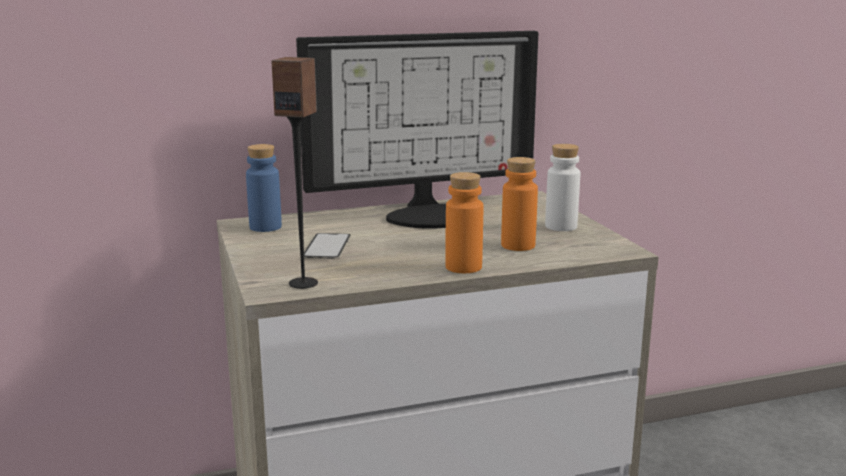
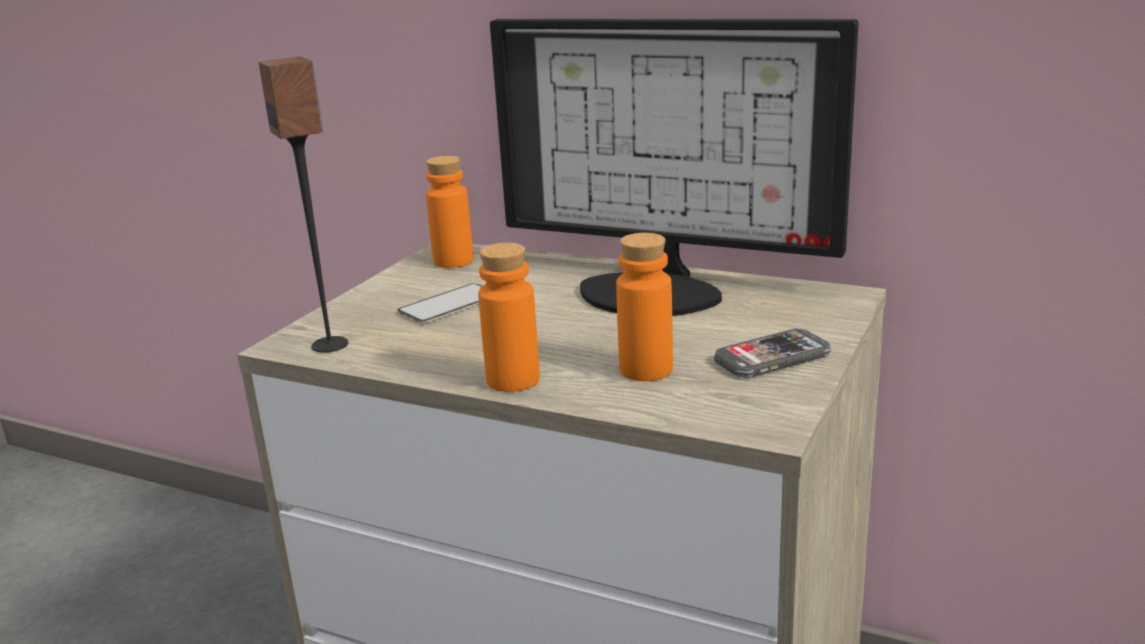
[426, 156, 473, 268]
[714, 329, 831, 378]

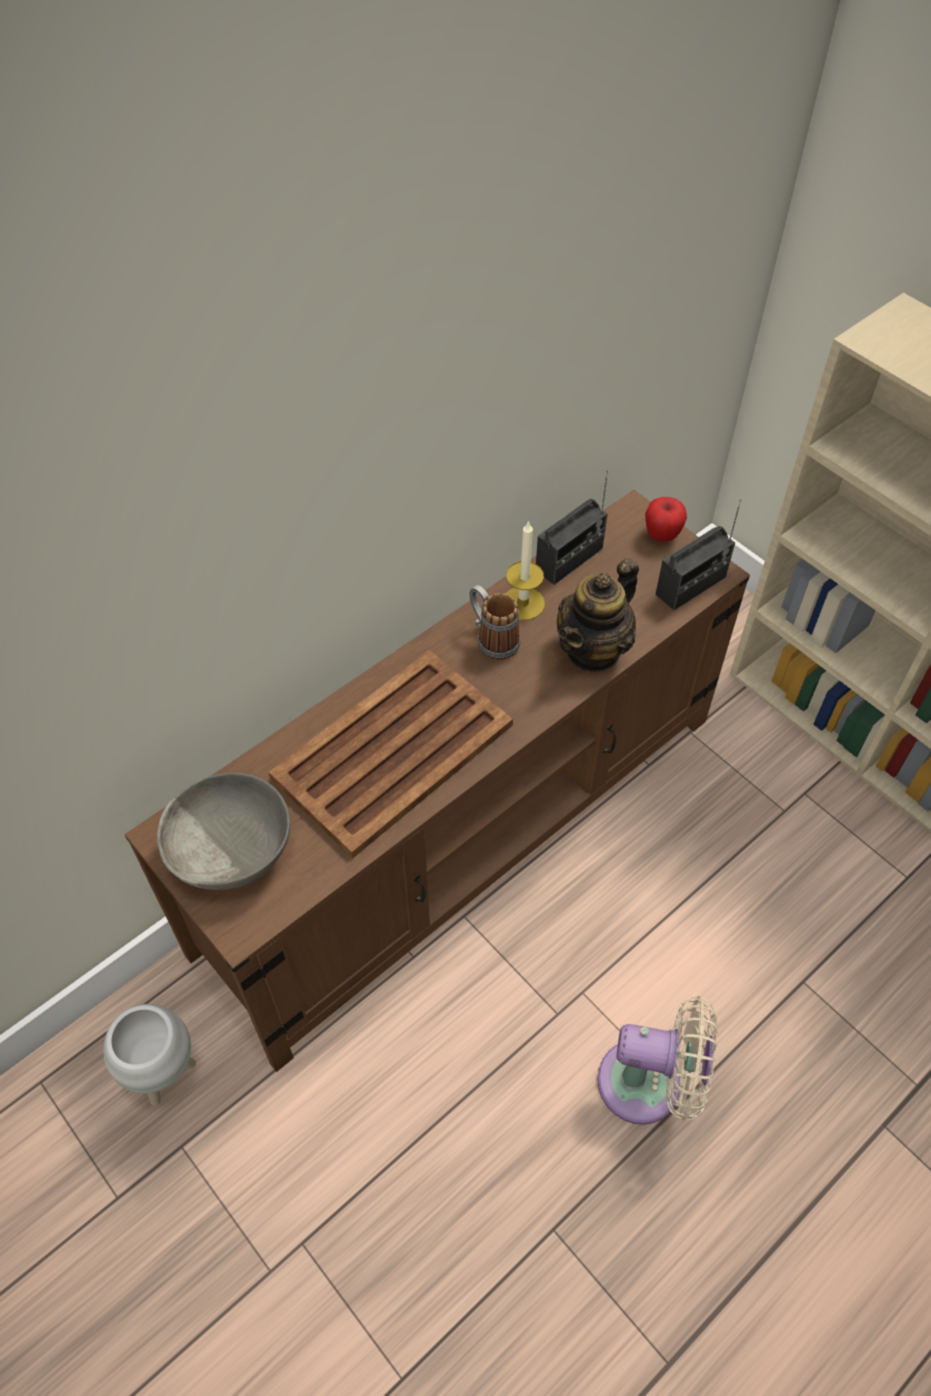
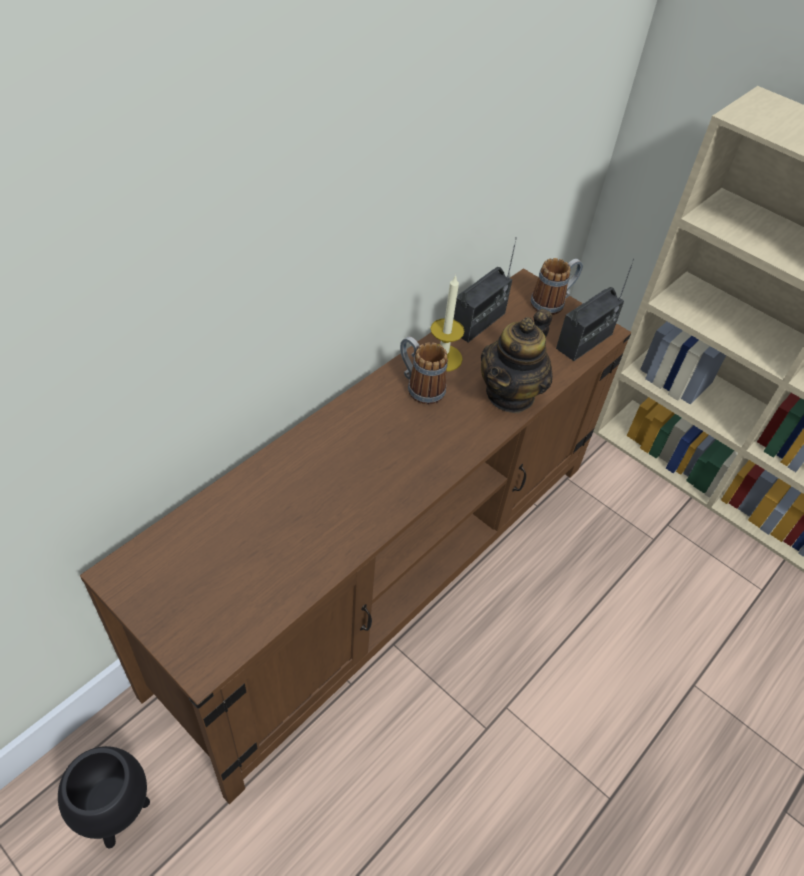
[530, 258, 583, 315]
[269, 650, 513, 858] (first image)
[157, 773, 291, 890] (first image)
[597, 996, 717, 1125] (first image)
[58, 746, 150, 848]

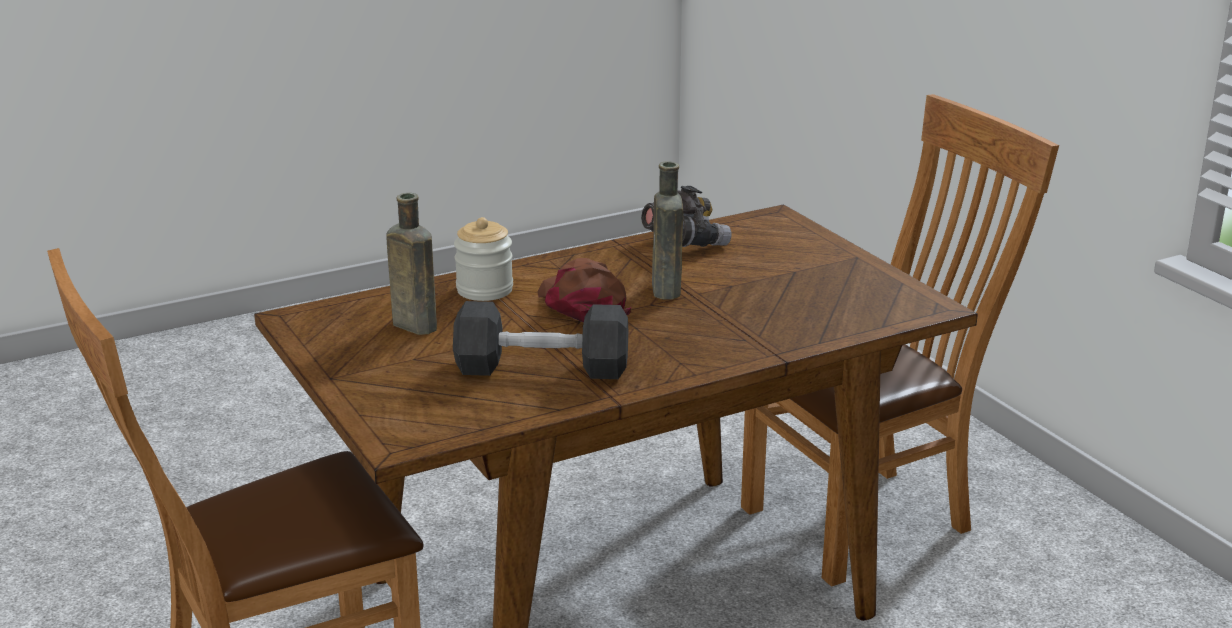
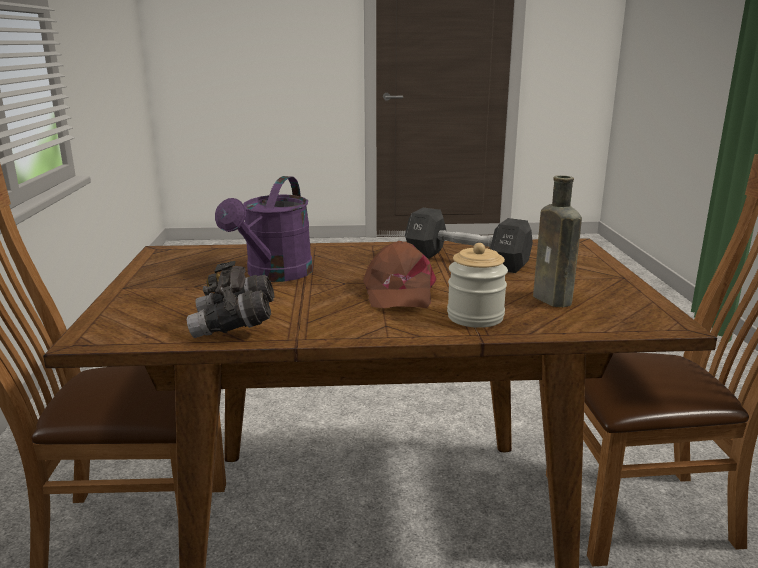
[652, 161, 683, 300] (first image)
[215, 176, 313, 282]

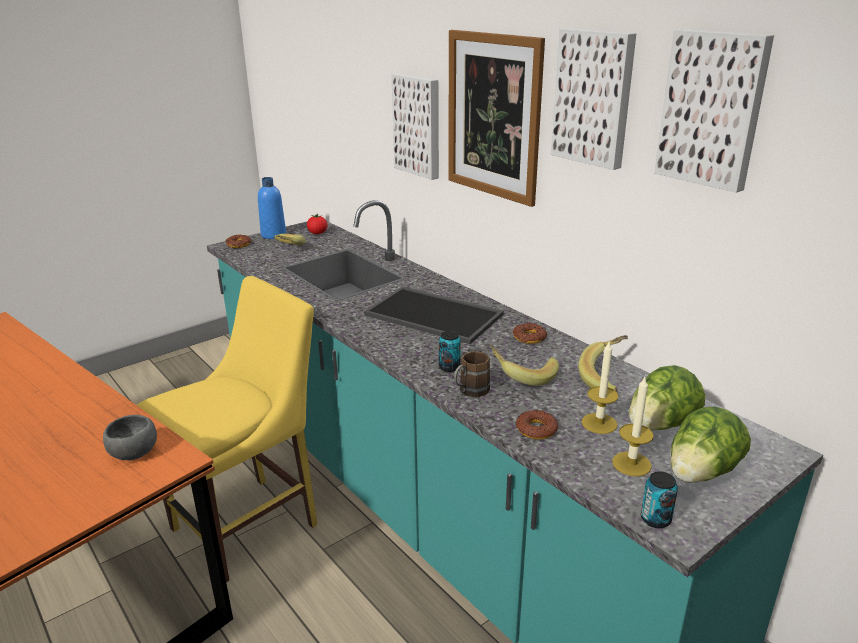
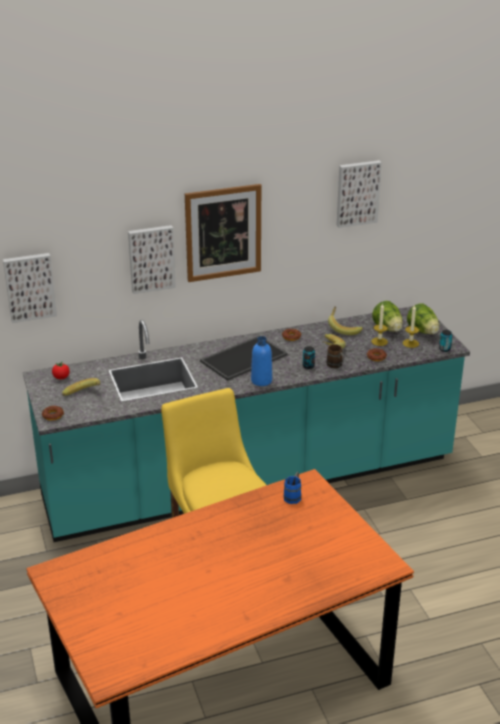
[3, 253, 57, 323]
[251, 336, 272, 386]
[284, 472, 301, 504]

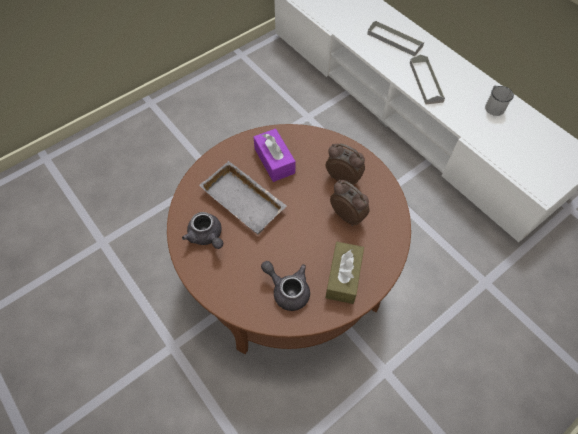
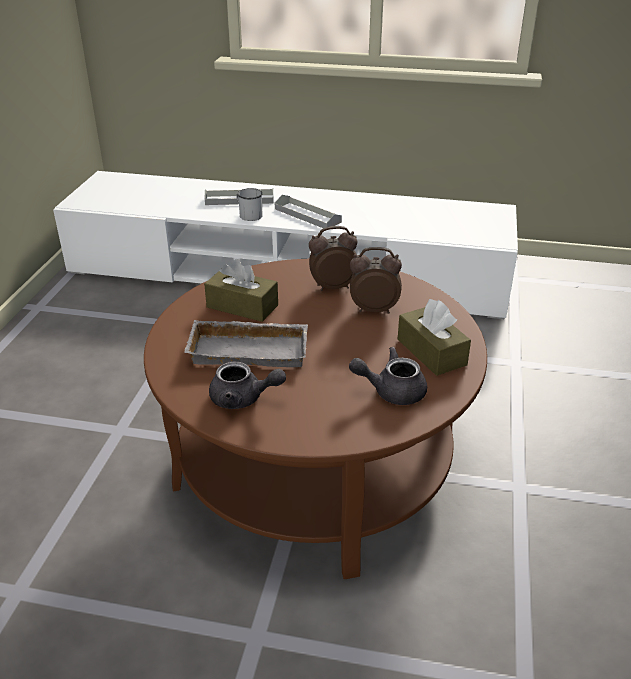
[236, 188, 263, 221]
[204, 259, 278, 322]

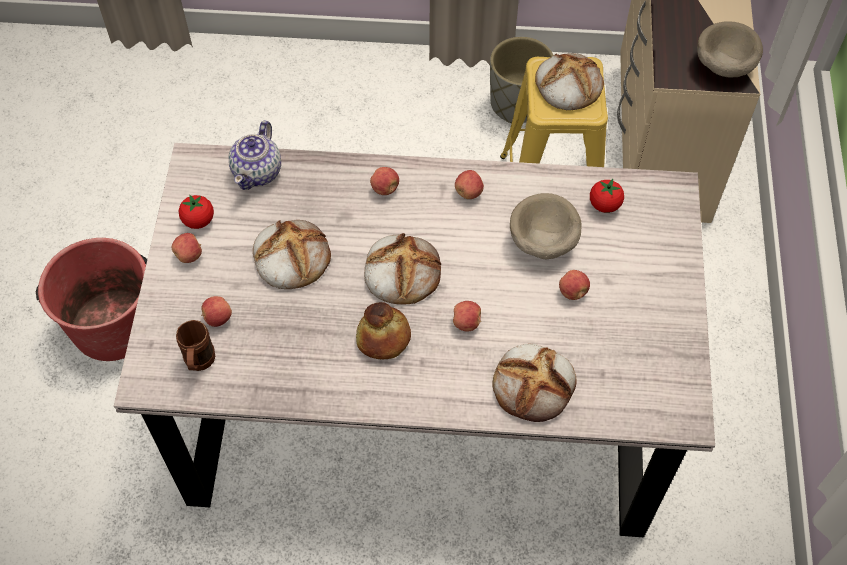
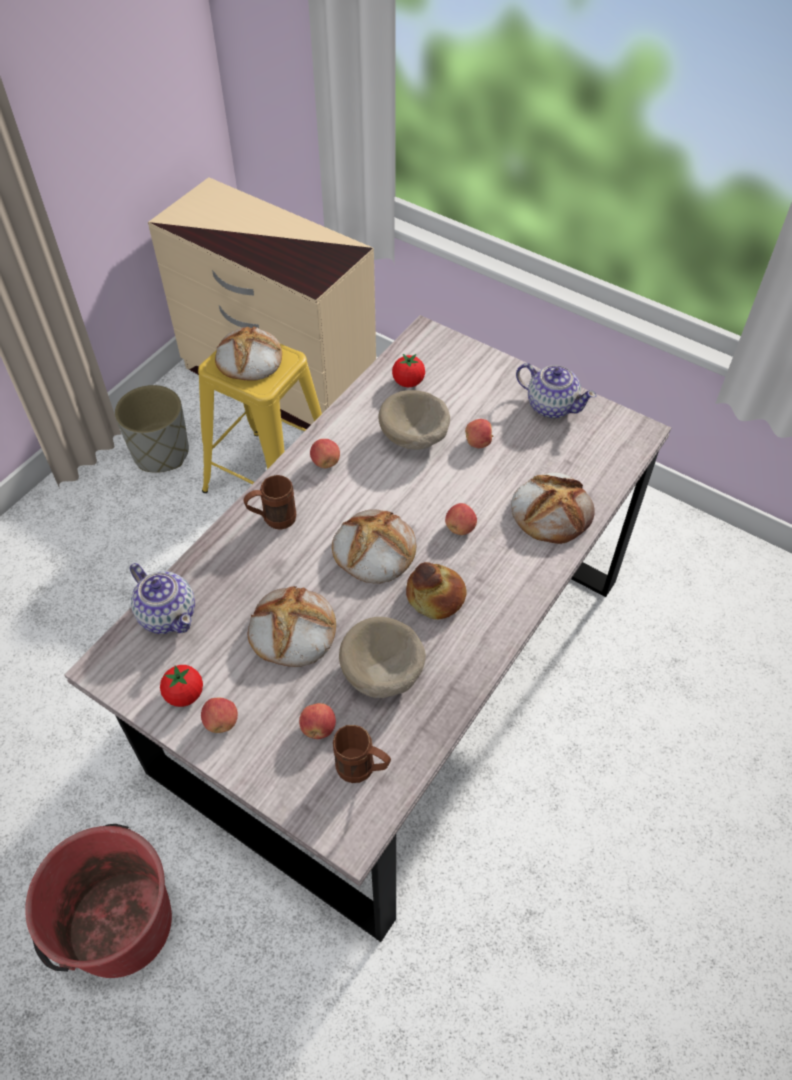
[339, 617, 426, 698]
[243, 475, 296, 530]
[516, 363, 597, 418]

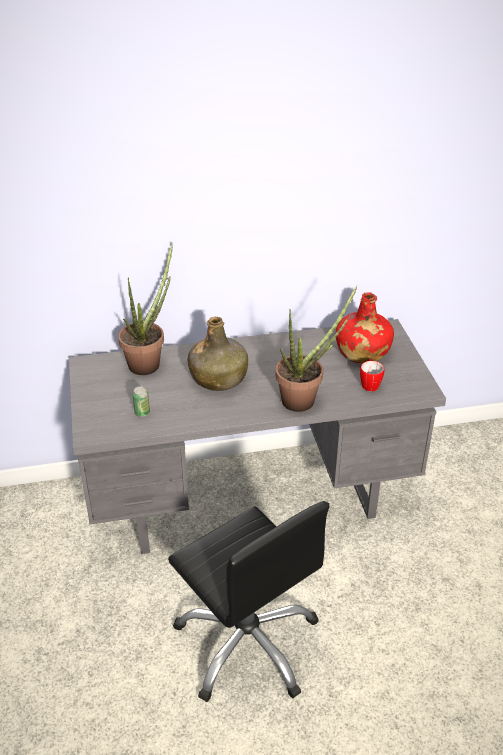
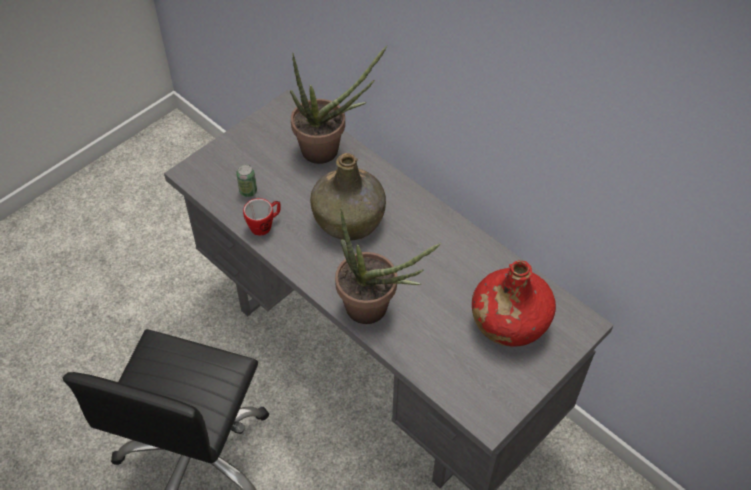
[243, 198, 281, 236]

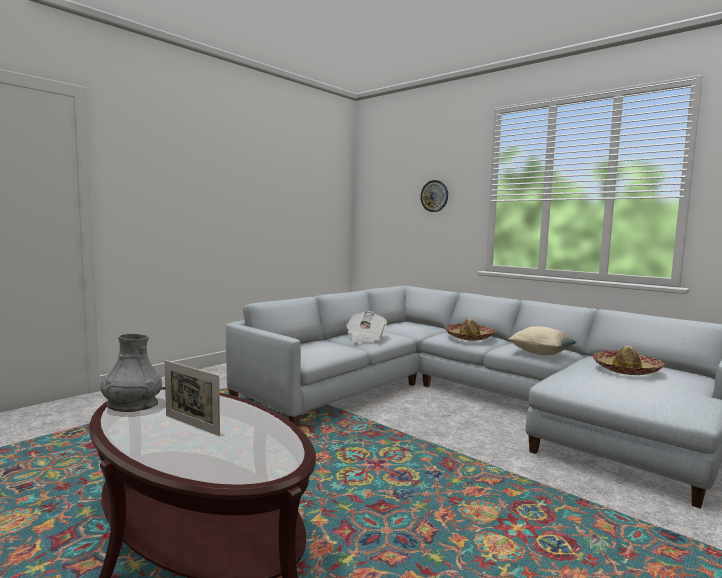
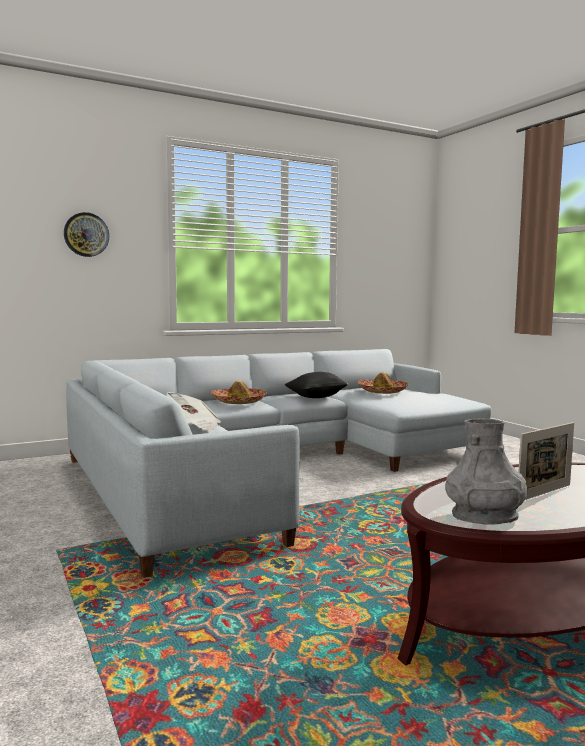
[285, 372, 348, 398]

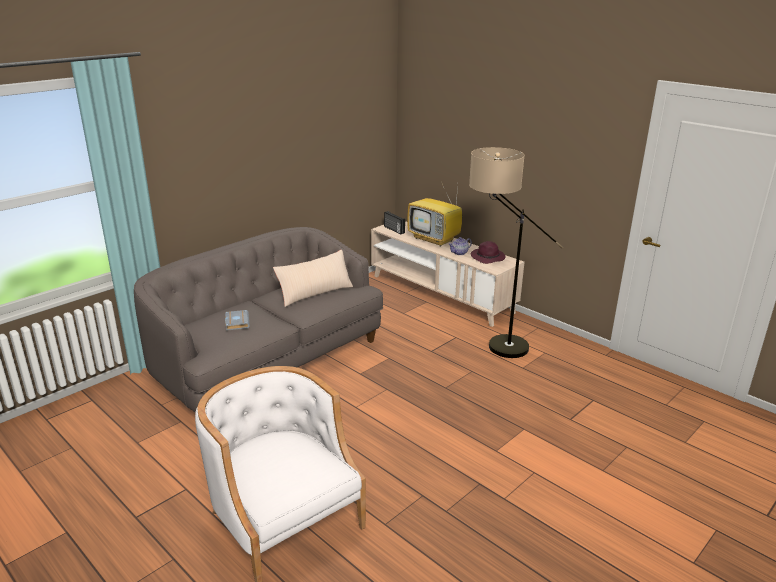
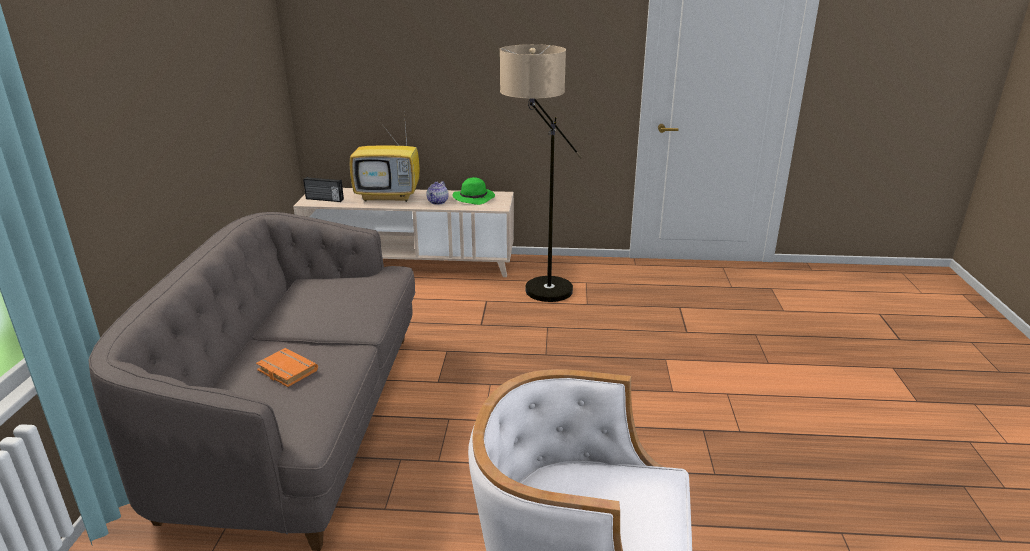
[452, 177, 495, 205]
[273, 250, 353, 307] (first image)
[256, 348, 318, 387]

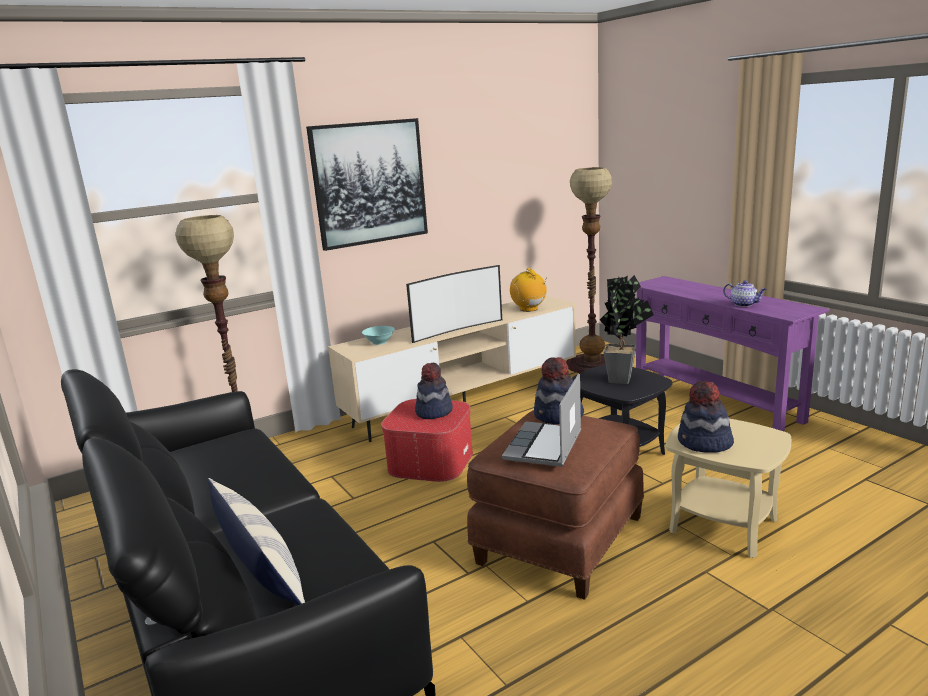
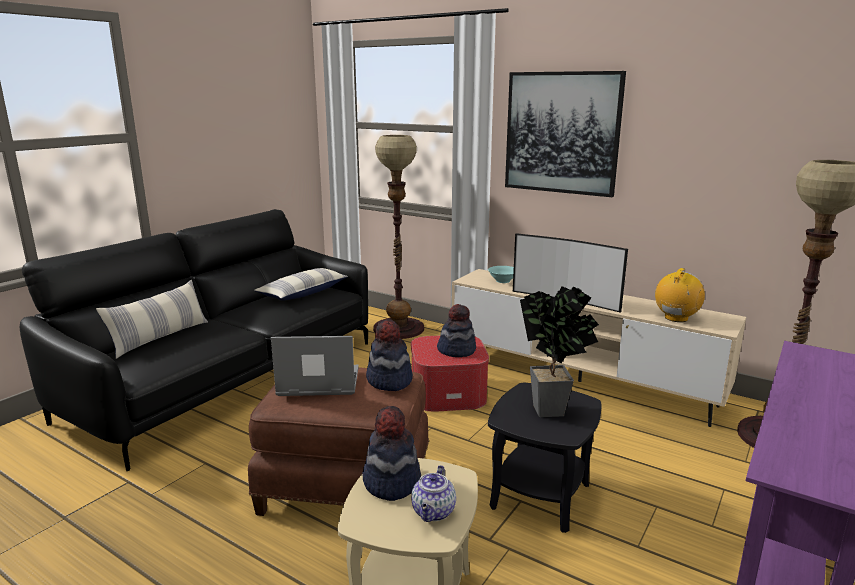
[411, 465, 456, 522]
[254, 268, 348, 301]

